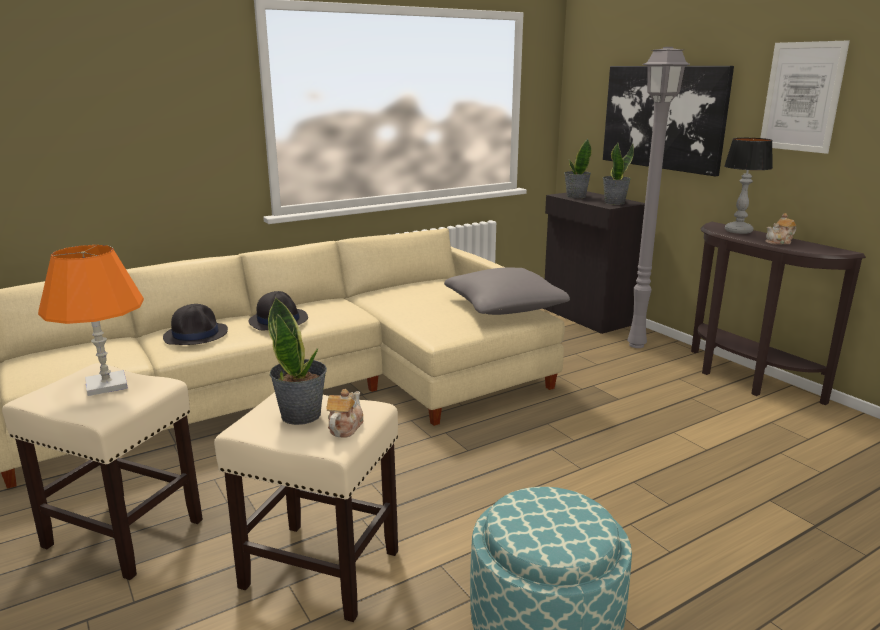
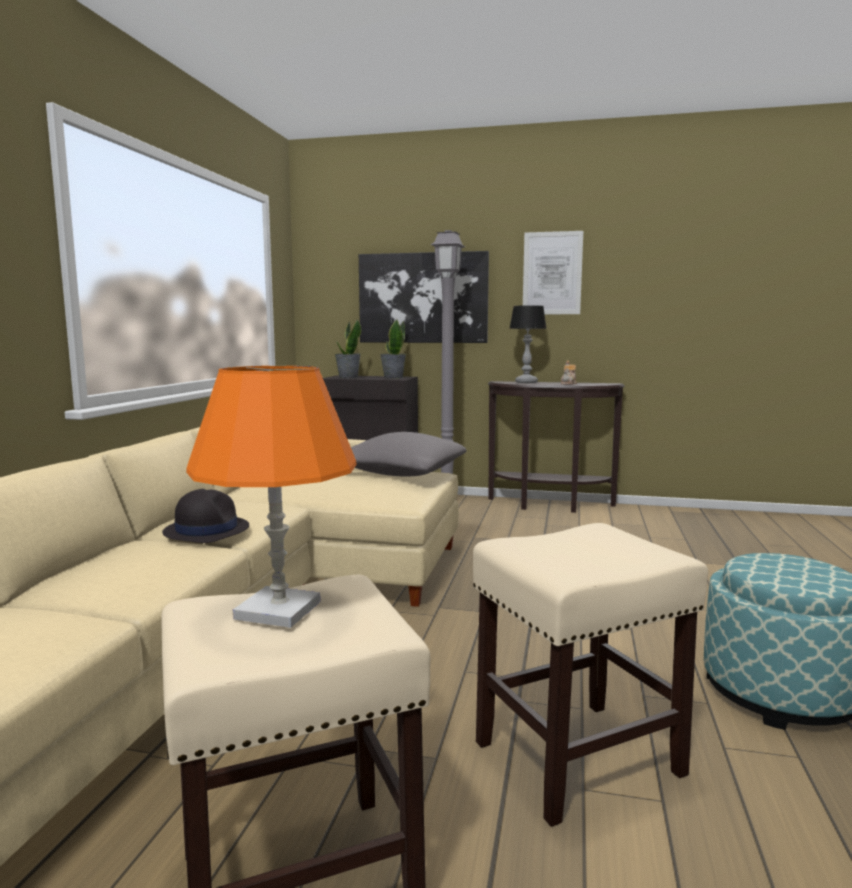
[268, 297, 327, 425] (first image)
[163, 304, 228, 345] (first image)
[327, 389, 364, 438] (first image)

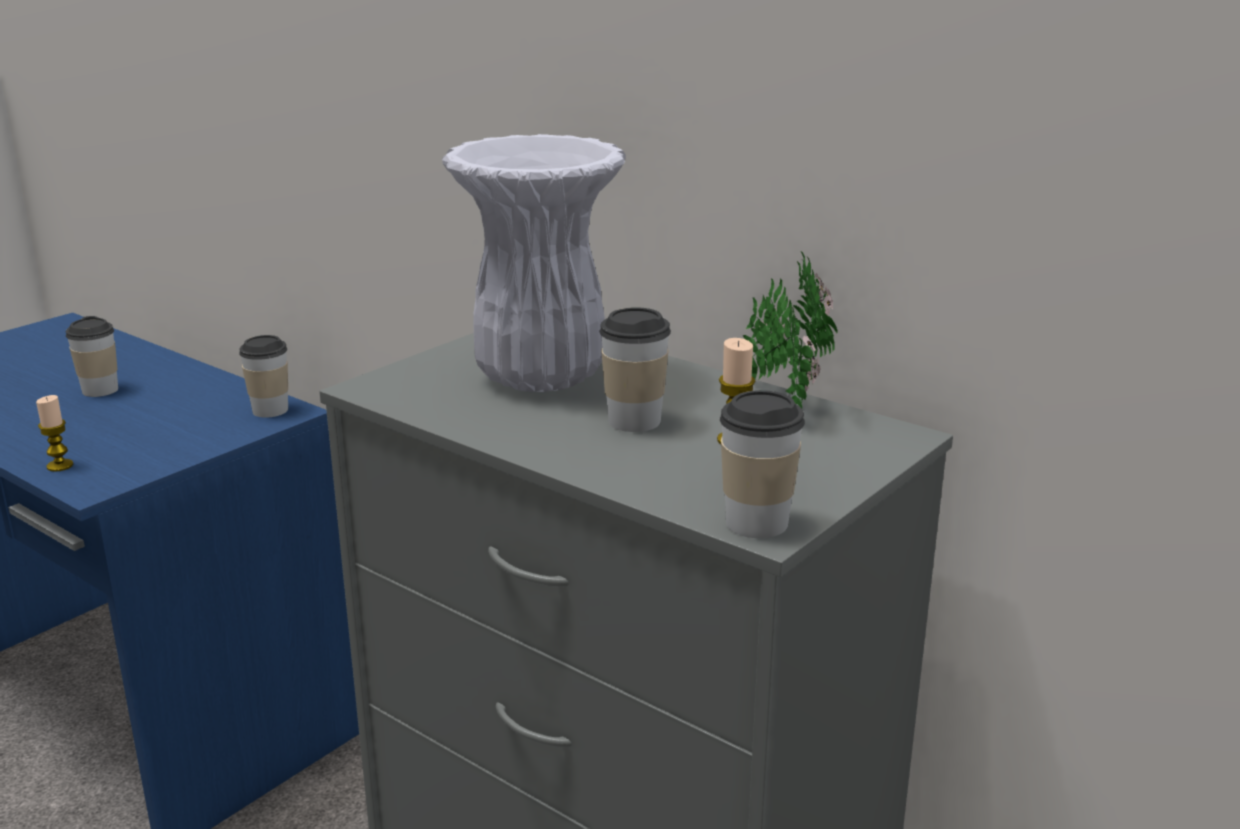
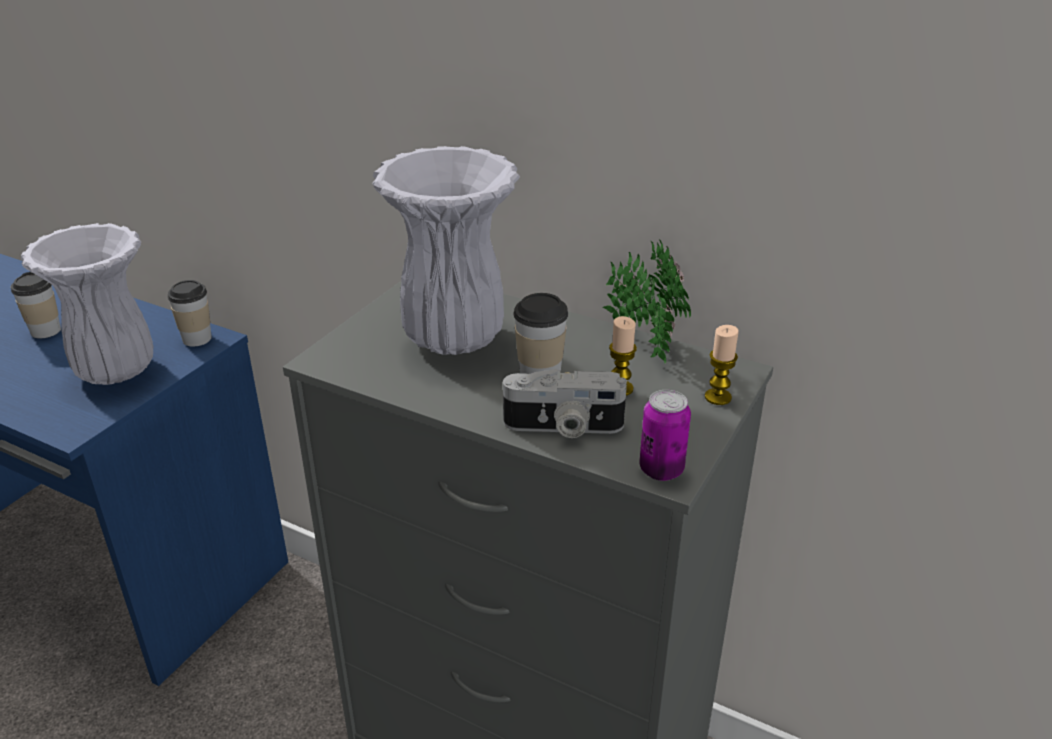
[639, 390, 691, 481]
[705, 325, 739, 405]
[21, 223, 153, 385]
[503, 369, 627, 438]

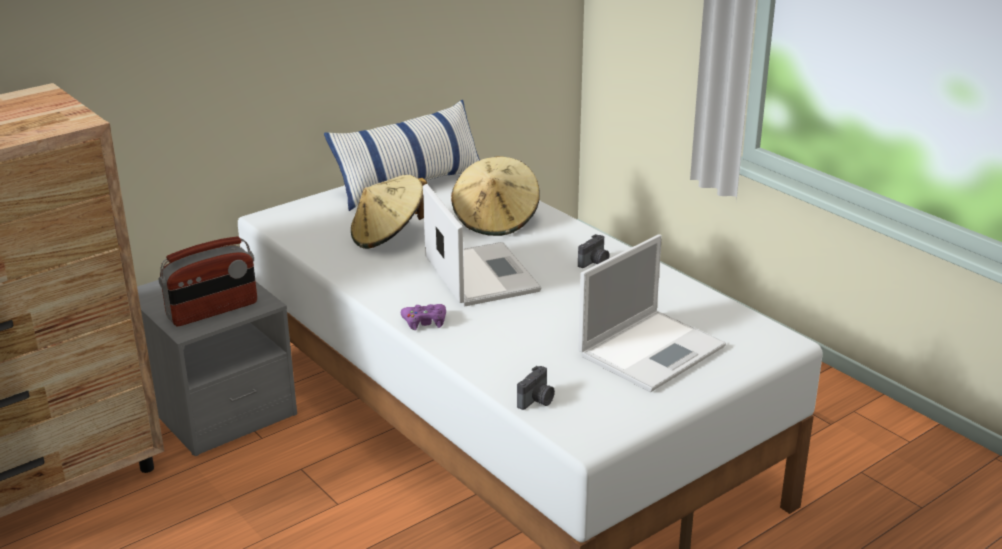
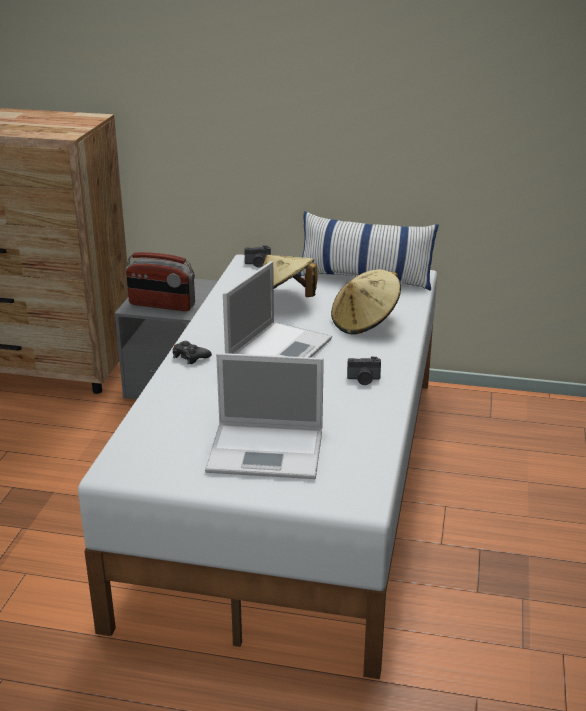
[172, 341, 212, 364]
[245, 246, 271, 268]

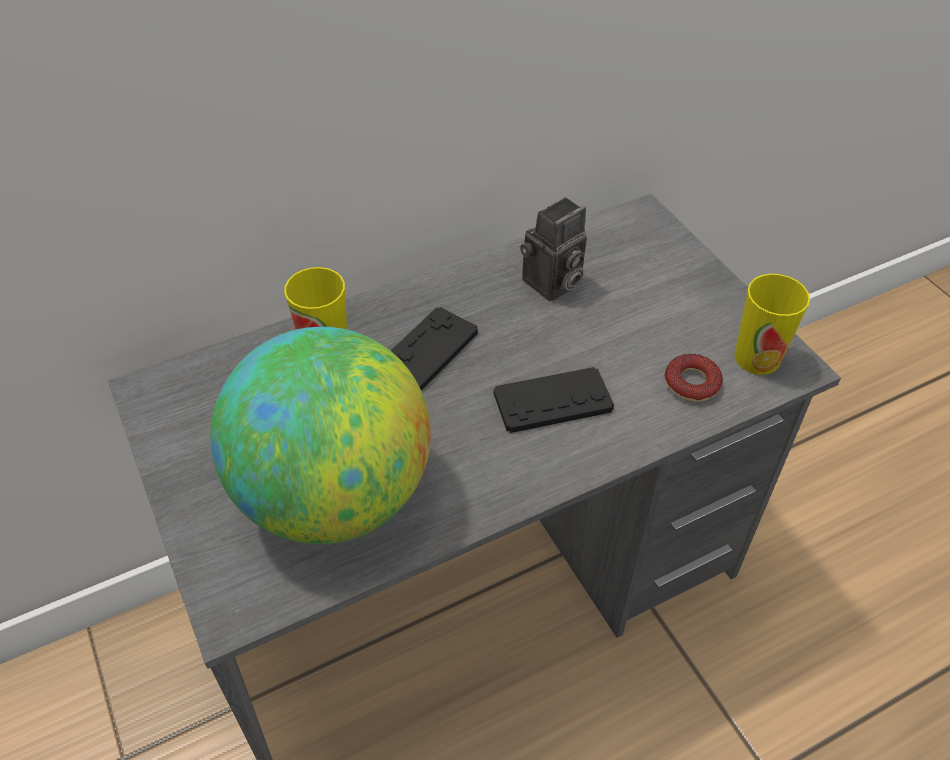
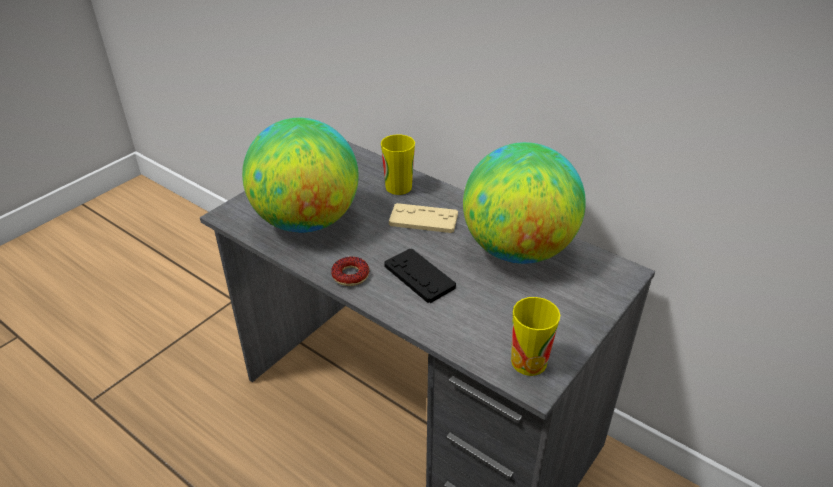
[463, 142, 586, 264]
[389, 203, 458, 233]
[331, 257, 369, 286]

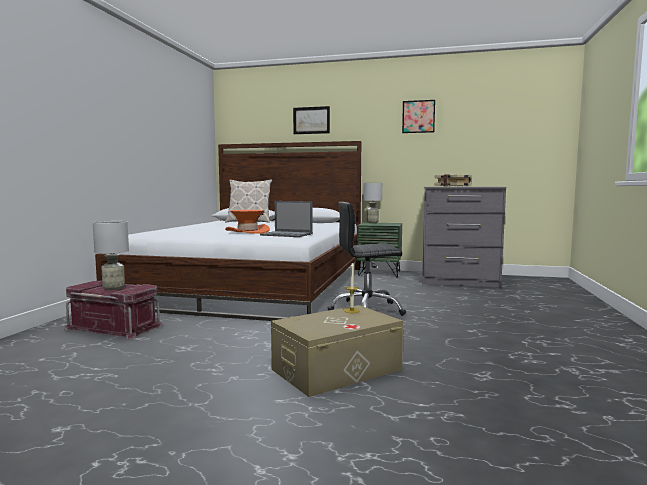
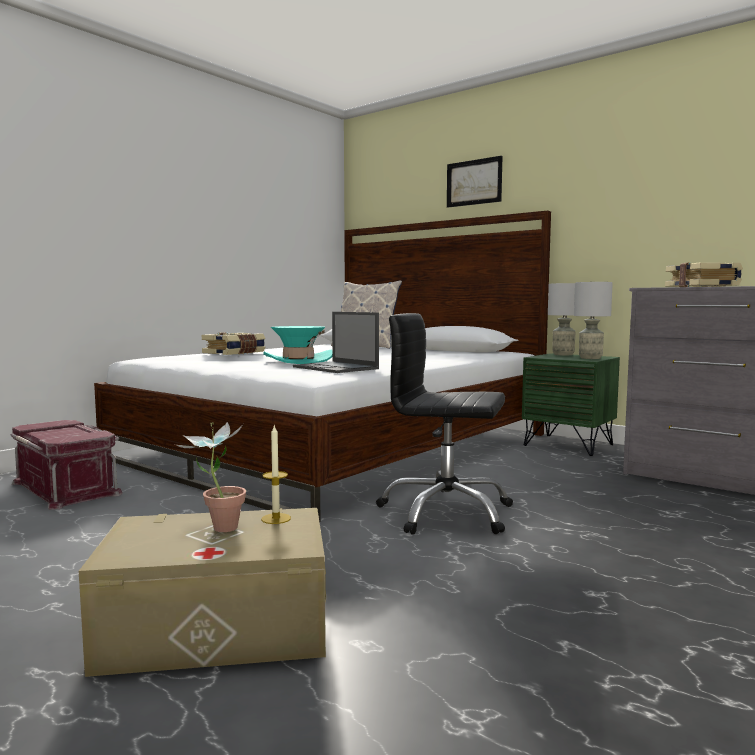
[402, 100, 435, 133] (first image)
[263, 326, 333, 364]
[574, 282, 613, 359]
[202, 332, 265, 355]
[175, 422, 246, 532]

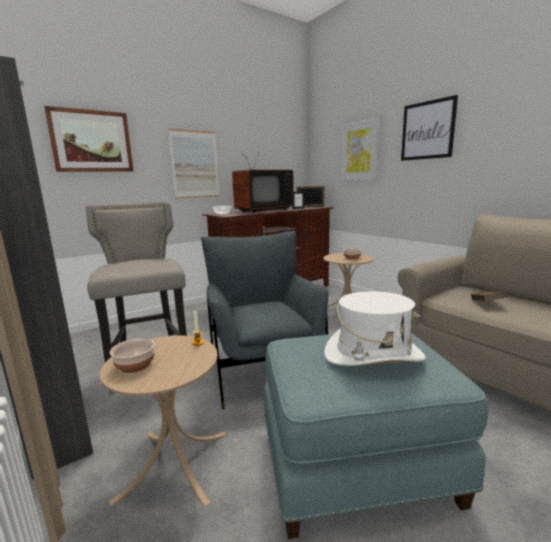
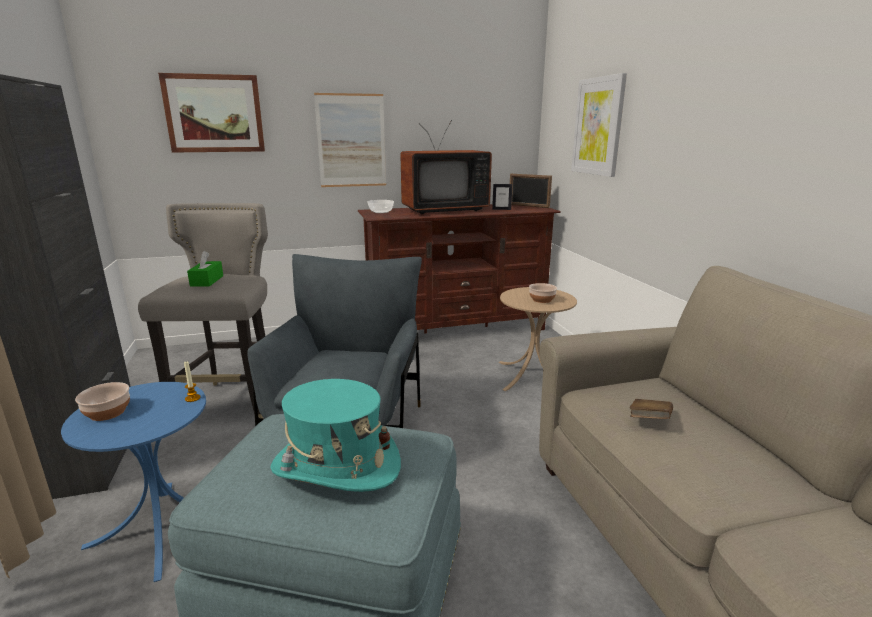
[401, 95, 458, 161] (first image)
[270, 379, 401, 492]
[61, 382, 206, 582]
[187, 251, 223, 287]

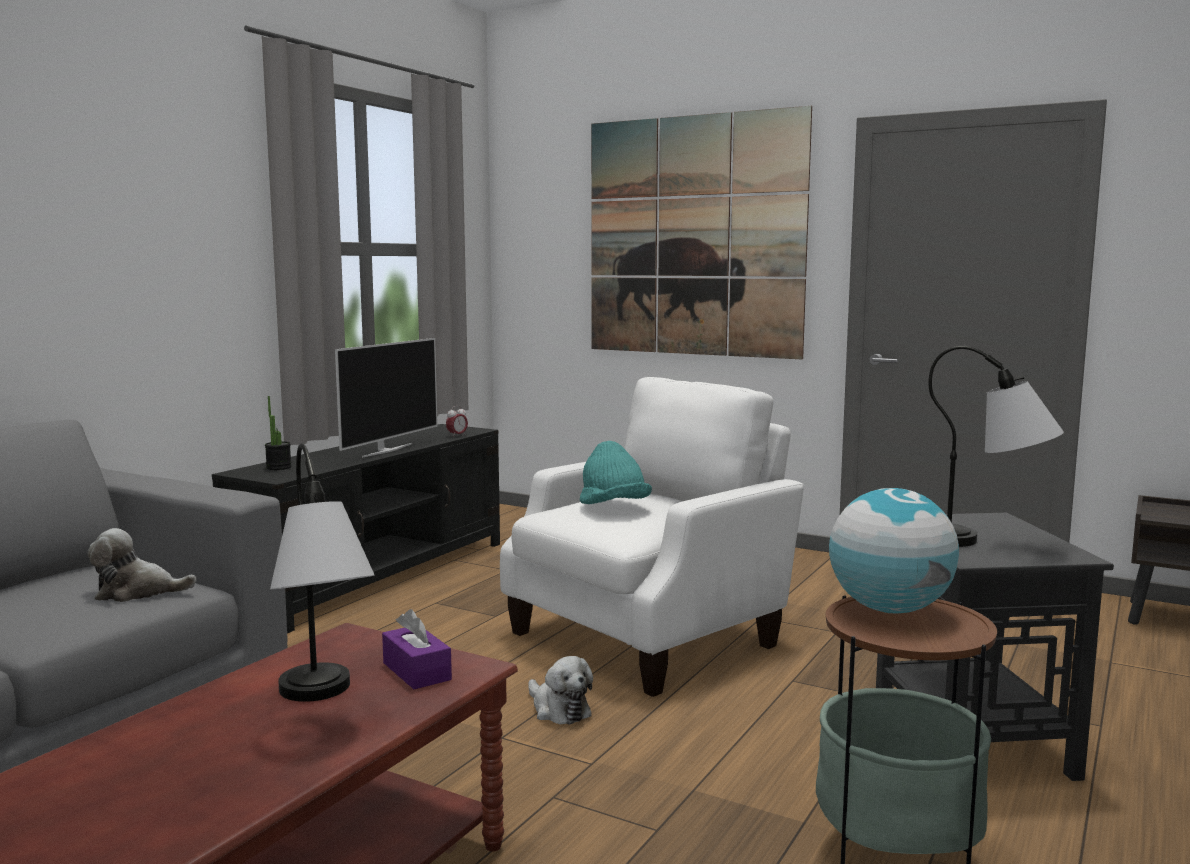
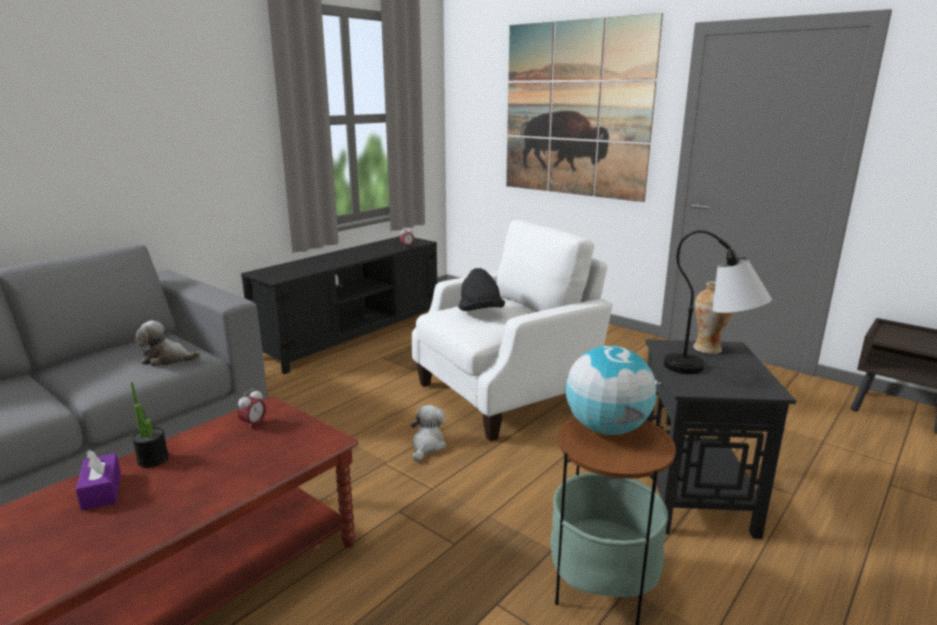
[335, 338, 438, 458] (first image)
[131, 382, 169, 468]
[458, 268, 505, 311]
[270, 443, 375, 702] (first image)
[76, 450, 121, 511]
[410, 405, 446, 461]
[693, 281, 733, 354]
[238, 389, 266, 430]

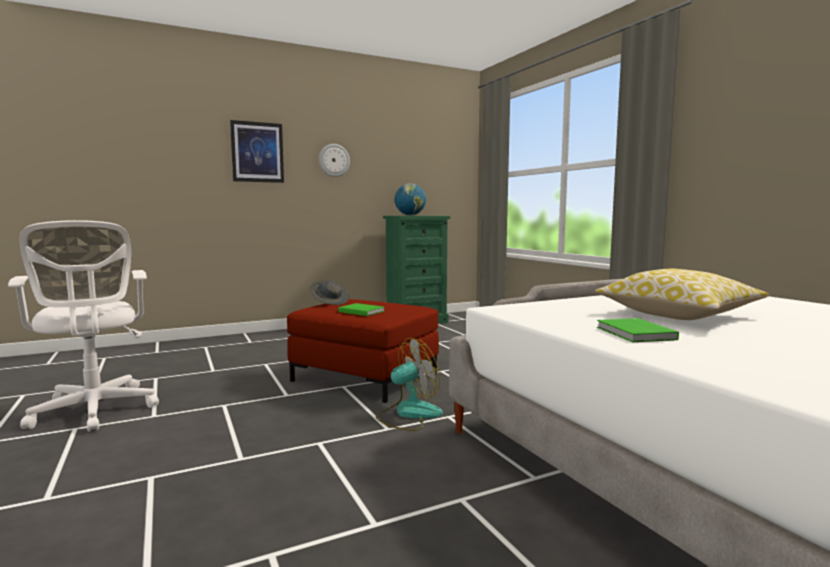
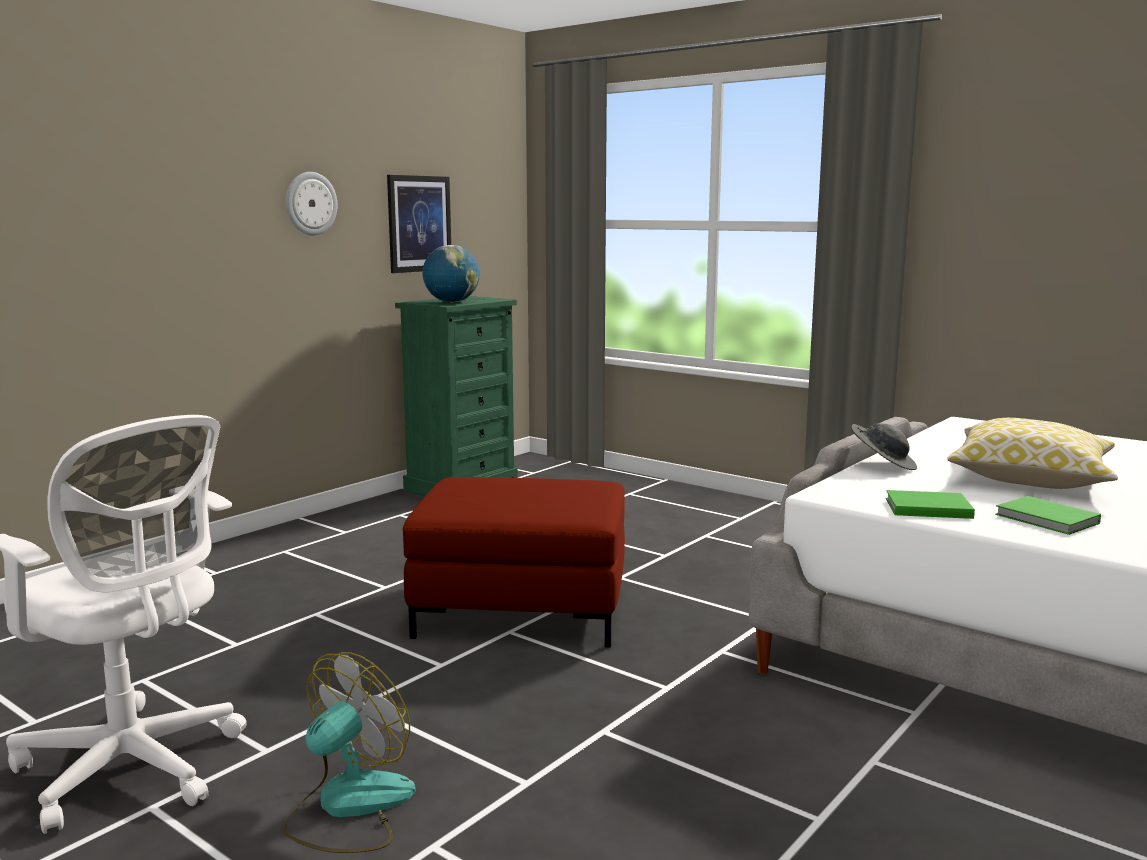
[387, 175, 451, 273]
[851, 423, 917, 470]
[886, 490, 975, 519]
[282, 652, 415, 853]

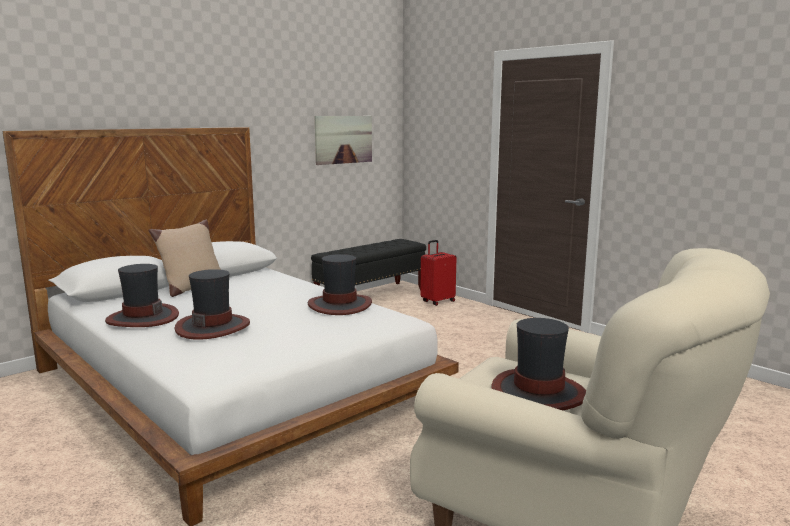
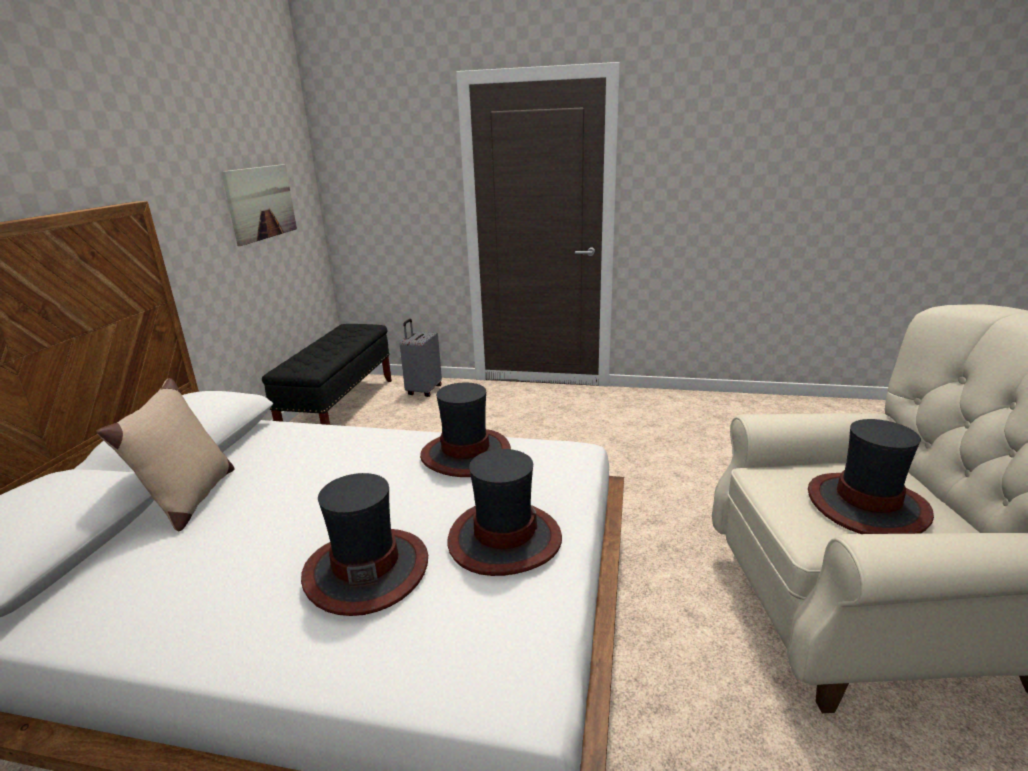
[400, 319, 442, 397]
[448, 449, 562, 576]

